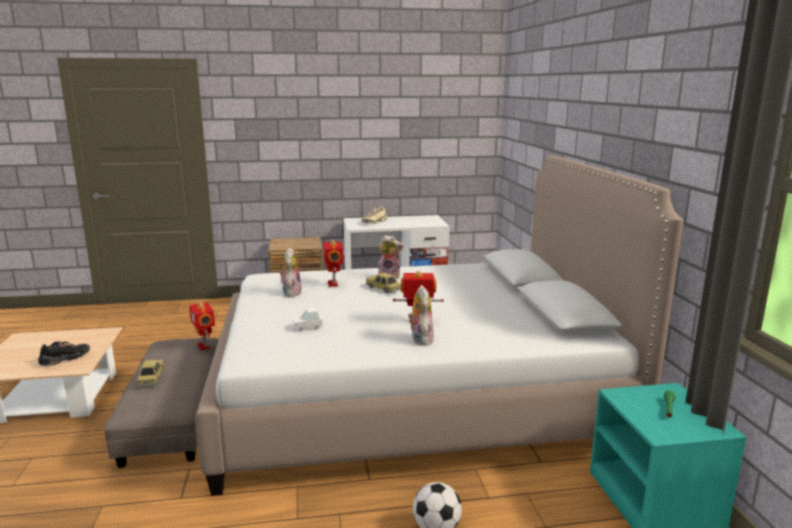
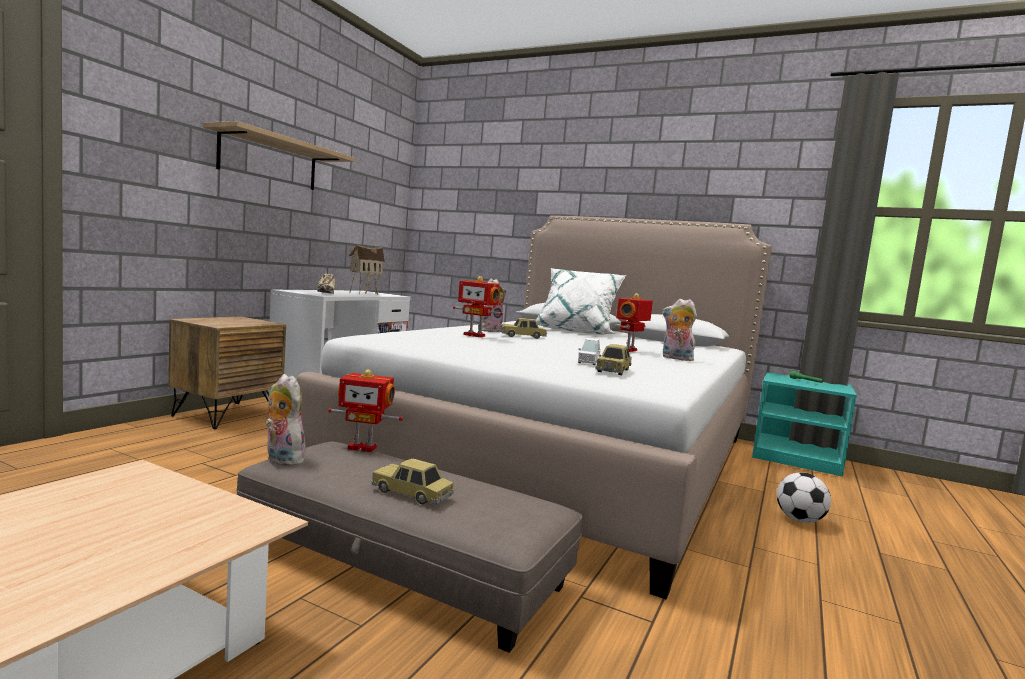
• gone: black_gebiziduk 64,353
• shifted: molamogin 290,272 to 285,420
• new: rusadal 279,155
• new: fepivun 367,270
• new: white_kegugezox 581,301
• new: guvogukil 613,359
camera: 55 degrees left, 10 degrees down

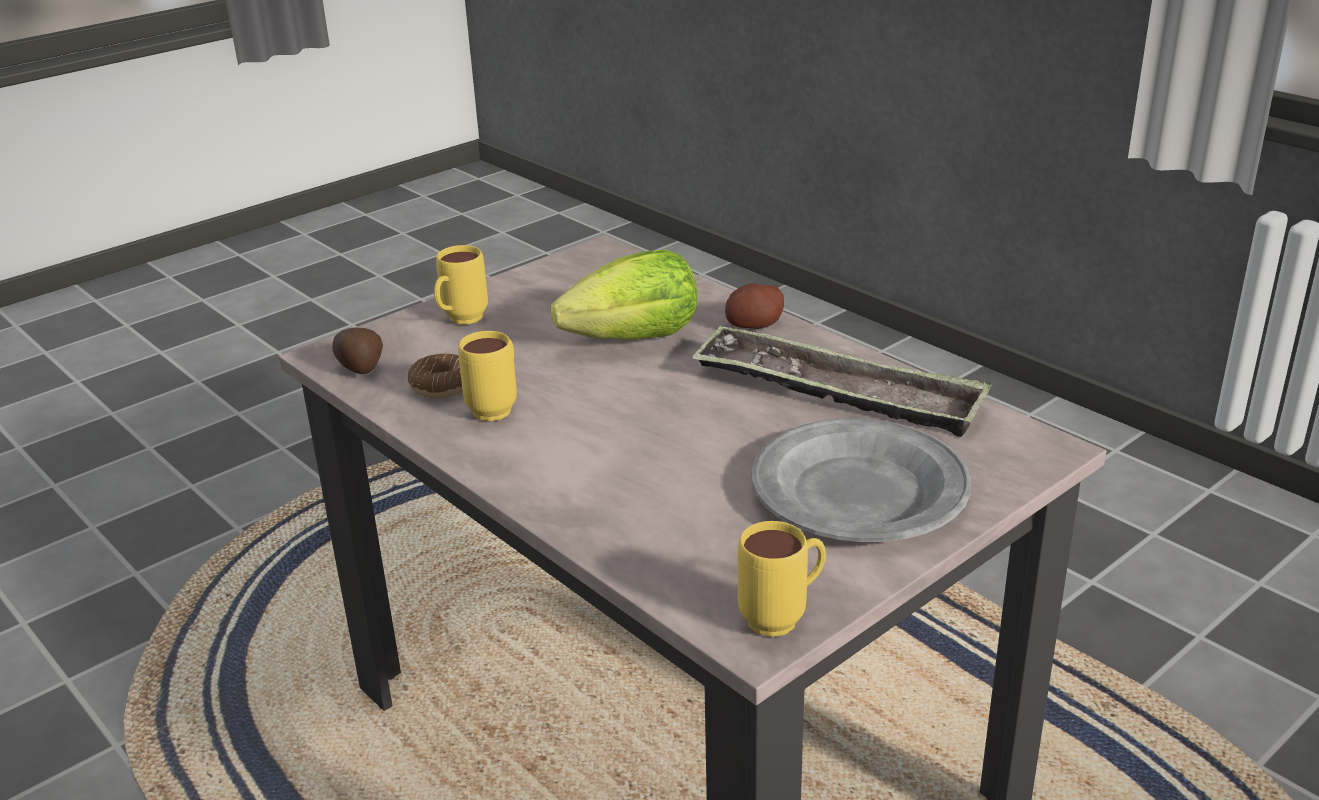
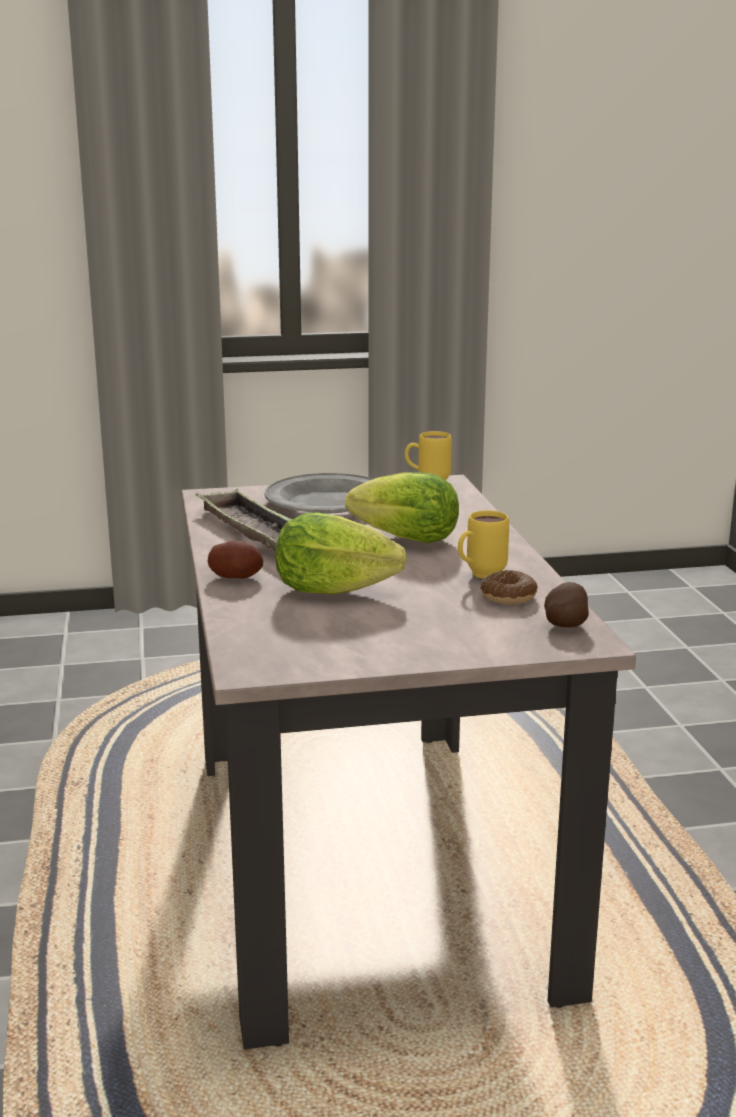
• gone: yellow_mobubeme 461,285
• new: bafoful 402,507
camera: 150 degrees left, 10 degrees down

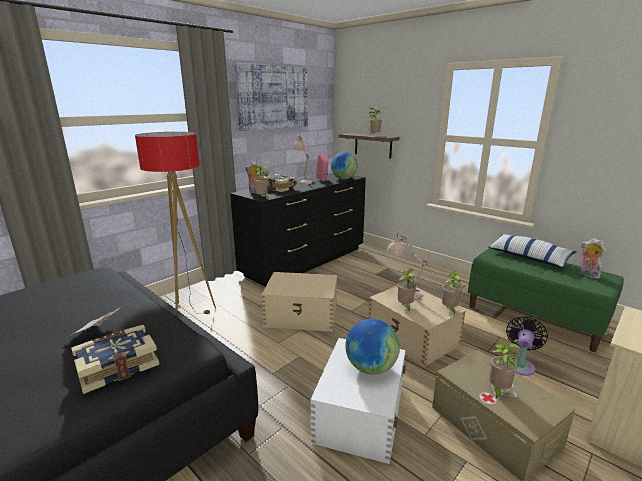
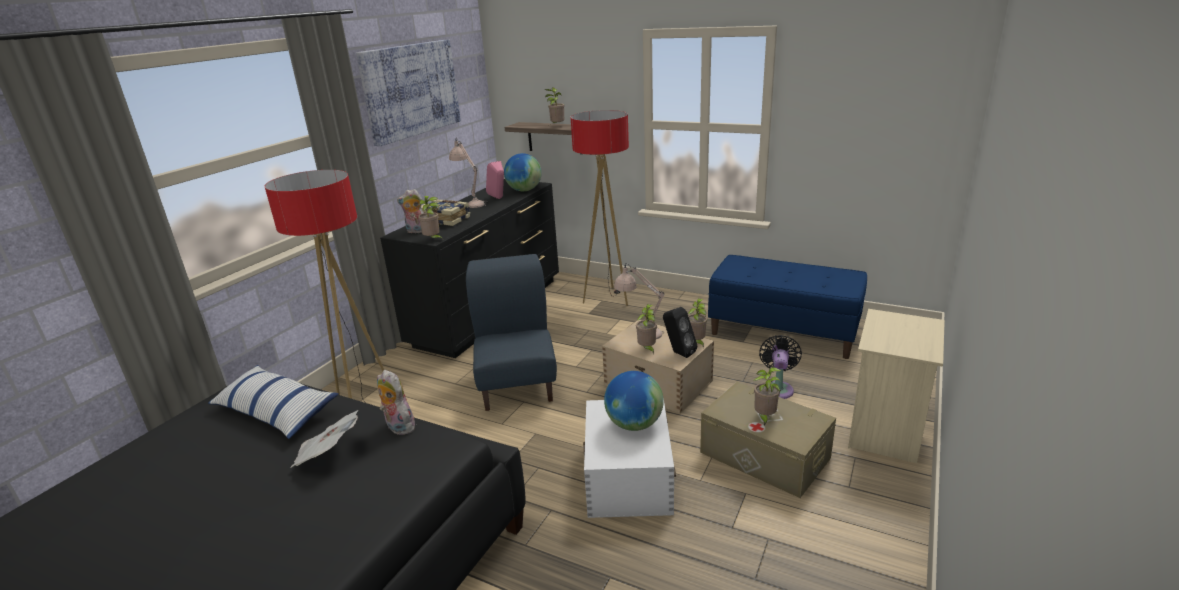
• gone: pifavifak 115,359
• swapped: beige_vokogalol 299,302 to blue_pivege 511,332
• repainted: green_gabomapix 546,300 to blue_gabomapix 787,307
• shifted: kegugezox 532,251 to 273,402
• shifted: molamogin 591,258 to 397,402
• new: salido 600,208
• new: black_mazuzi 680,332
camera: 15 degrees left, 5 degrees up

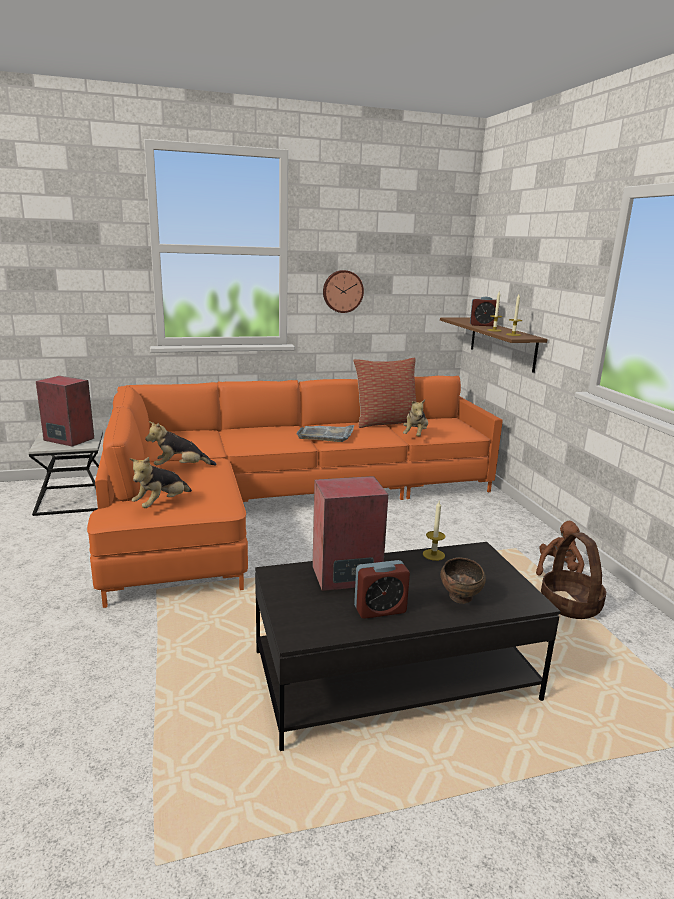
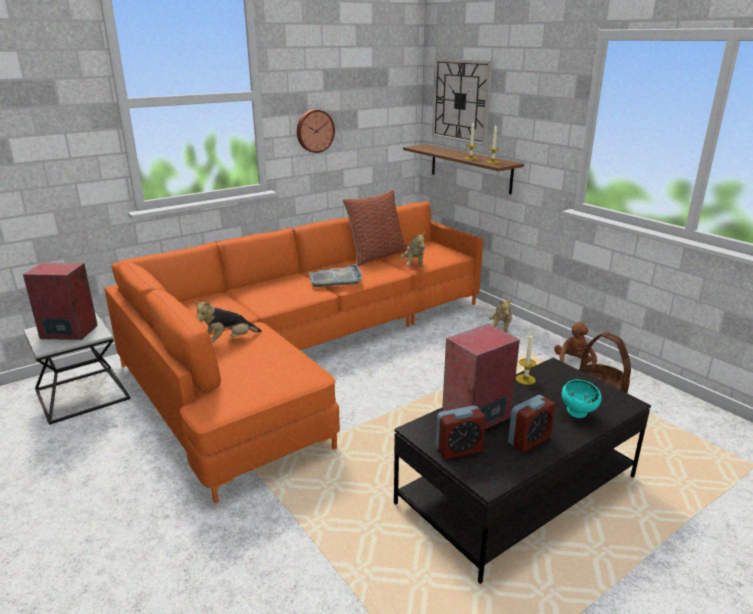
• shifted: molamogin 161,482 to 500,315
• repainted: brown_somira 463,581 to turquoise_somira 582,398
• shifted: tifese 485,311 to 461,432
• new: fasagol 462,102
camera: 20 degrees left, 5 degrees up

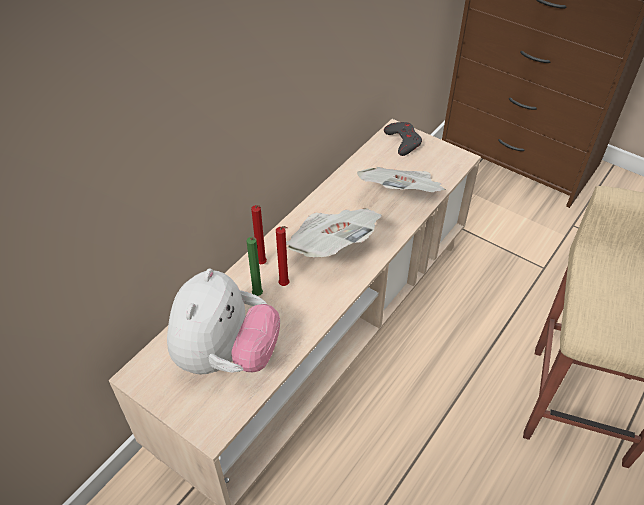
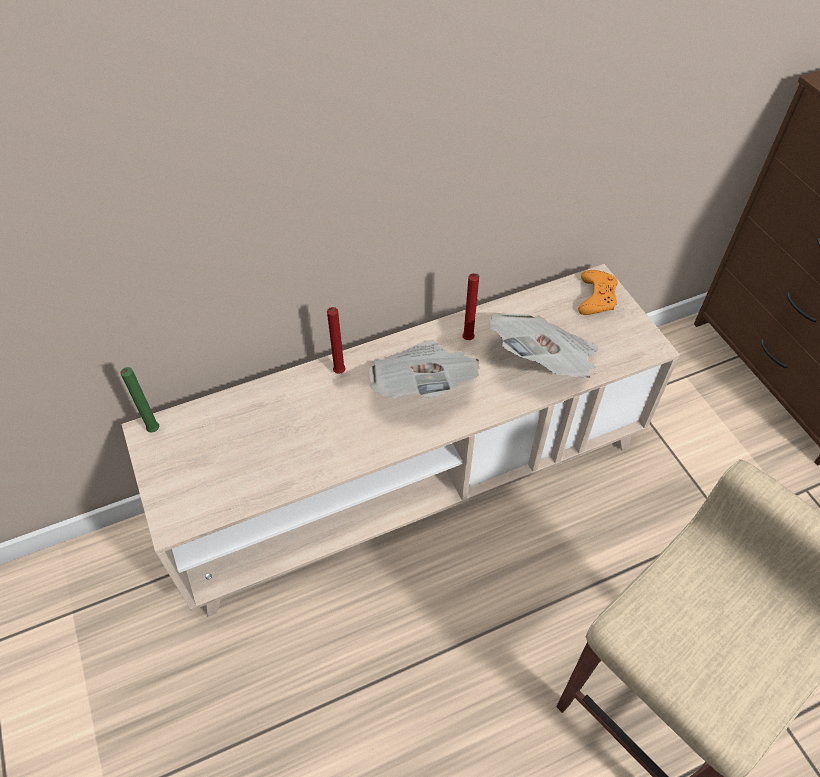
• gone: molamogin 223,321
• shifted: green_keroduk 254,266 to 140,400
• shifted: red_keroduk 282,256 to 471,307
• repainted: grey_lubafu 403,139 to orange_lubafu 598,292
camera: 30 degrees right, 5 degrees up

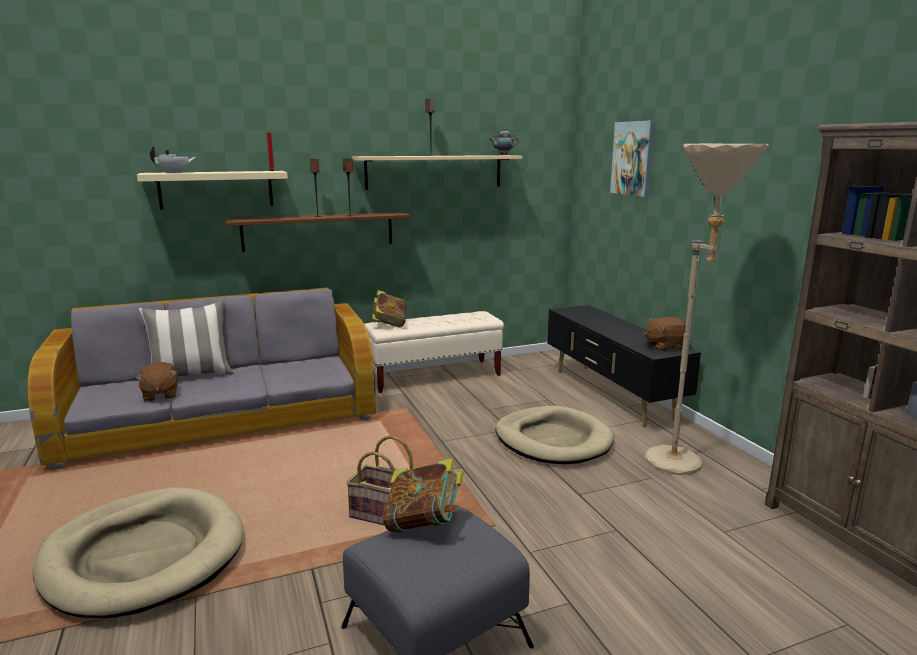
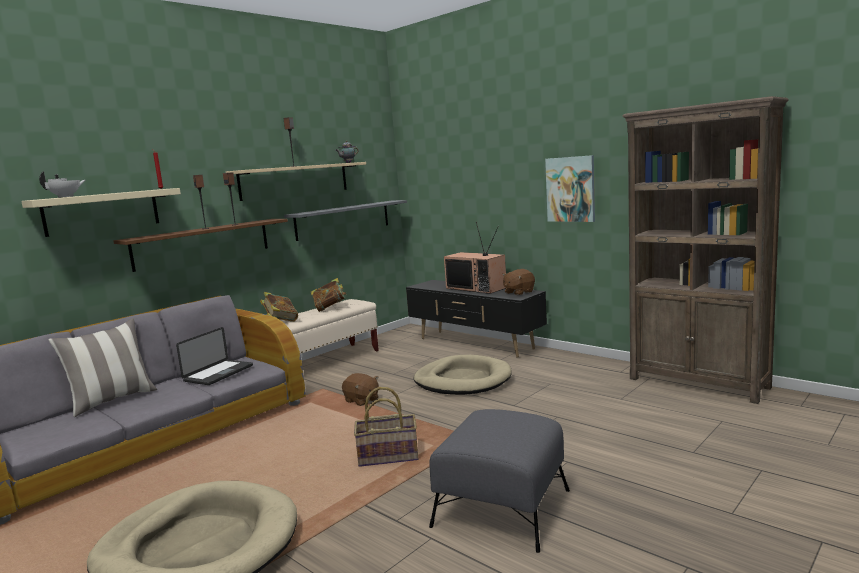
• shifted: brown_molamogin 156,382 to 360,389
• shifted: pifavifak 423,495 to 329,295
• shifted: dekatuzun 632,158 to 570,188
• gone: beige_salido 707,309
• new: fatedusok 214,356
• new: grey_rusadal 345,220
• new: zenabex 475,258
camera: 25 degrees left, 5 degrees down

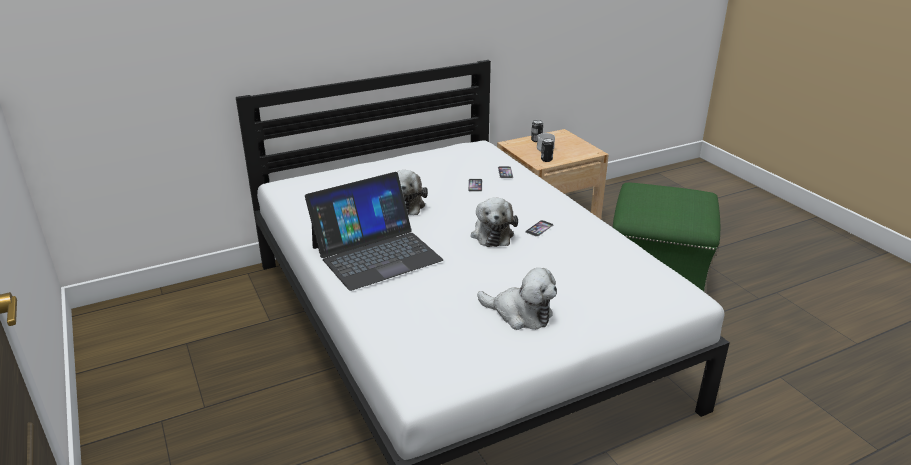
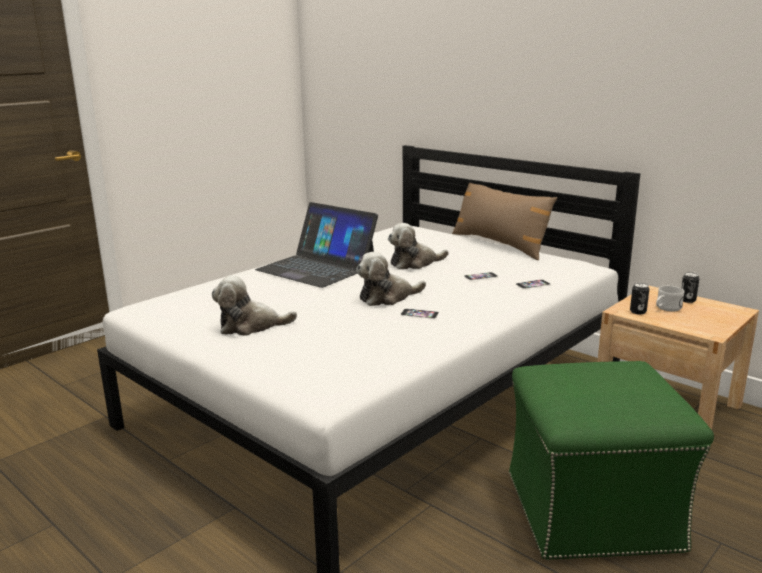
• rotated: molamogin 517,299 = 254,305 75 degrees clockwise
• new: brown_kegugezox 504,221
camera: 70 degrees right, 10 degrees down

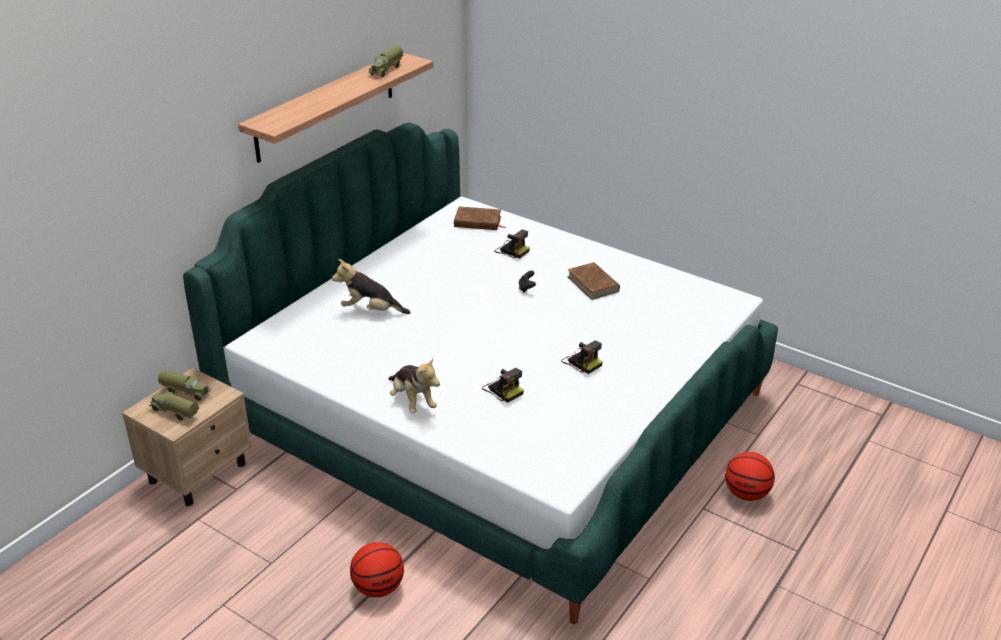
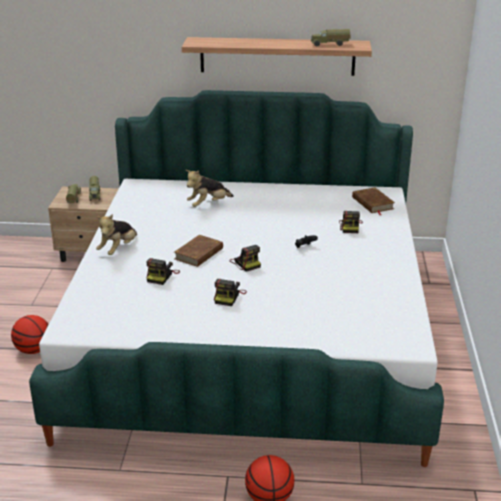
• rotated: molamogin 371,286 = 210,188 105 degrees counterclockwise
• shifted: brown_pifavifak 593,281 to 198,251
• new: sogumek 245,258
camera: 60 degrees right, 5 degrees down

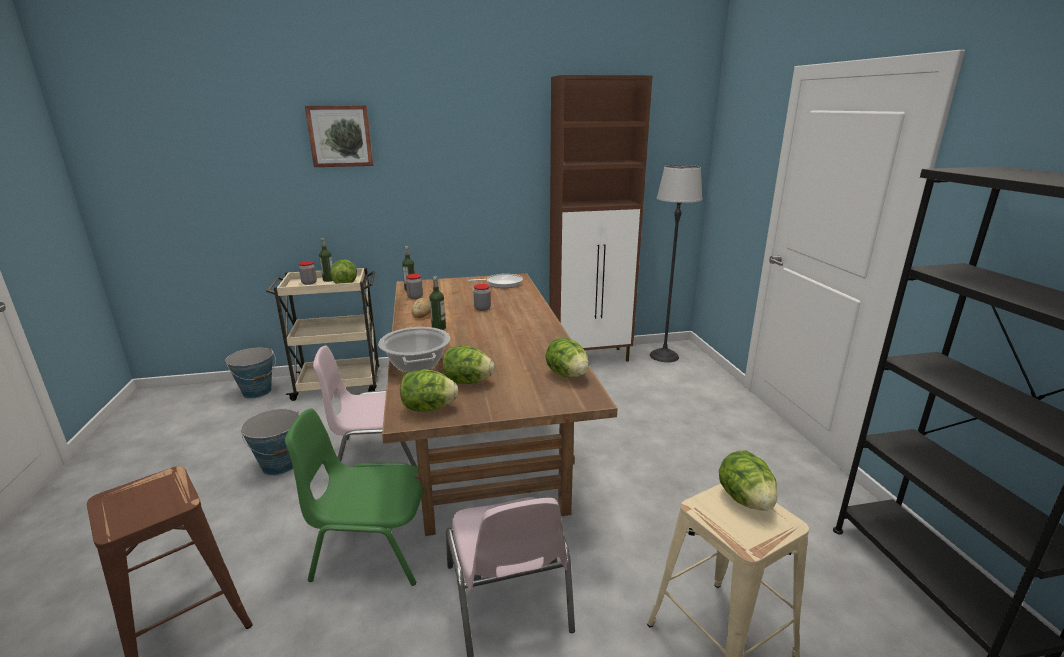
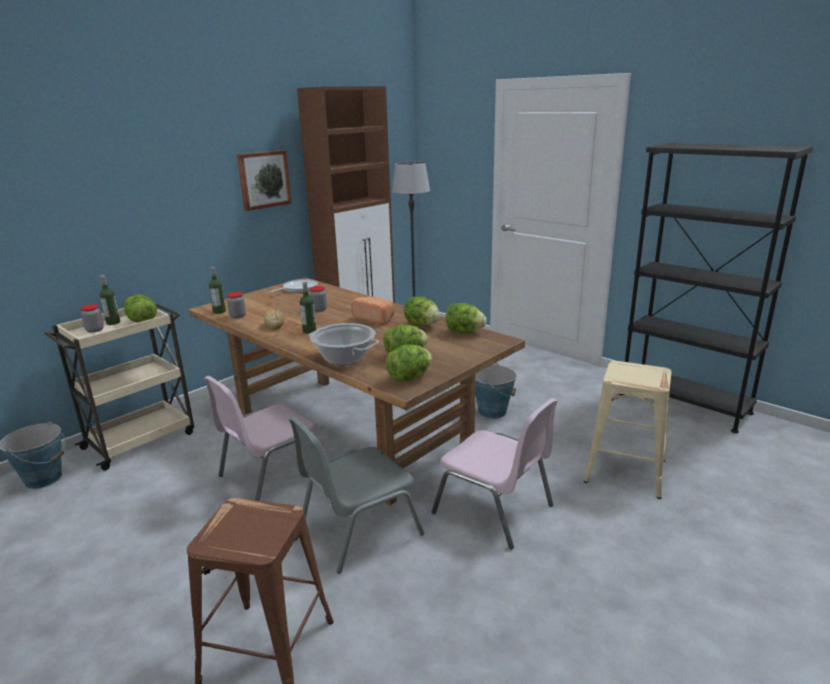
• shifted: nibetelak 270,442 to 495,391
• repainted: green_pivege 354,497 to grey_pivege 356,495
• shifted: dekatuzun 339,136 to 264,180
• shifted: bafoful 748,480 to 422,311
• new: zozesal 373,310
camera: 35 degrees left, 0 degrees up

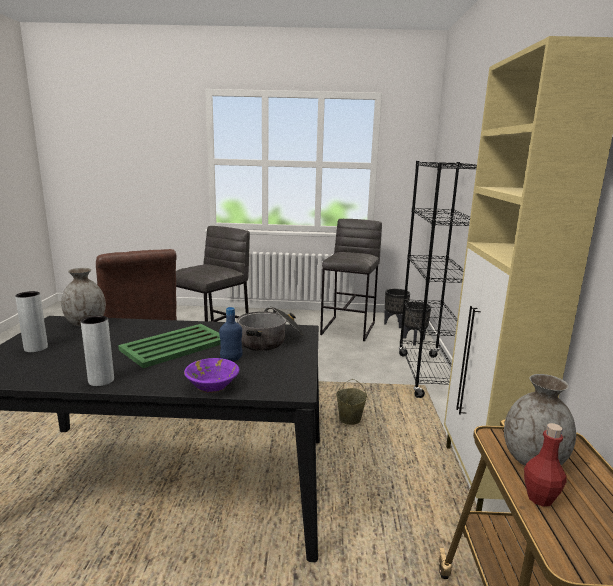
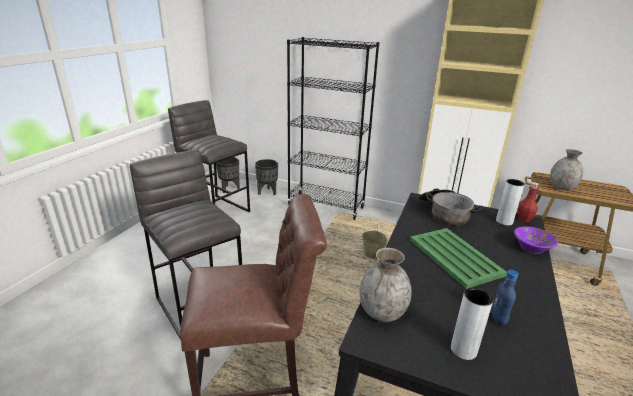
• shifted: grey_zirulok 97,350 to 510,202
• shifted: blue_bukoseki 231,334 to 505,297
• shifted: red_bukoseki 545,465 to 528,202
camera: 70 degrees left, 10 degrees up

